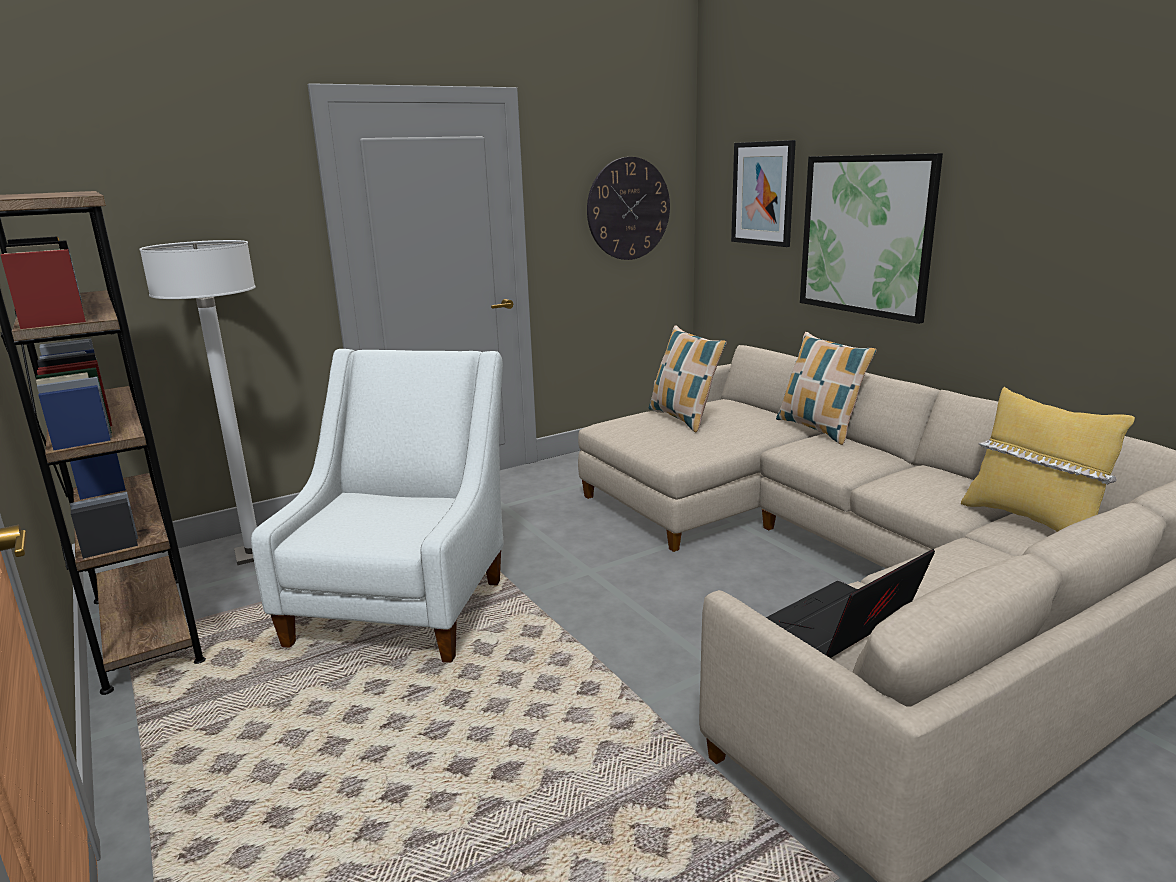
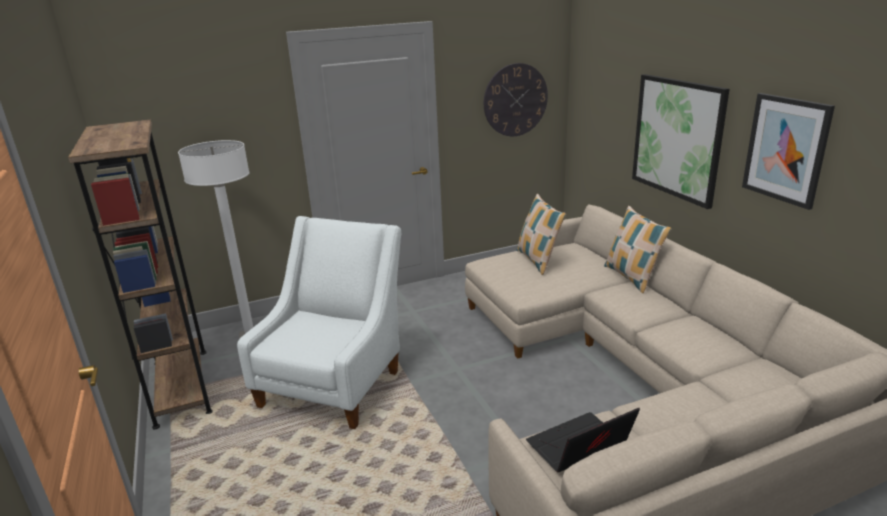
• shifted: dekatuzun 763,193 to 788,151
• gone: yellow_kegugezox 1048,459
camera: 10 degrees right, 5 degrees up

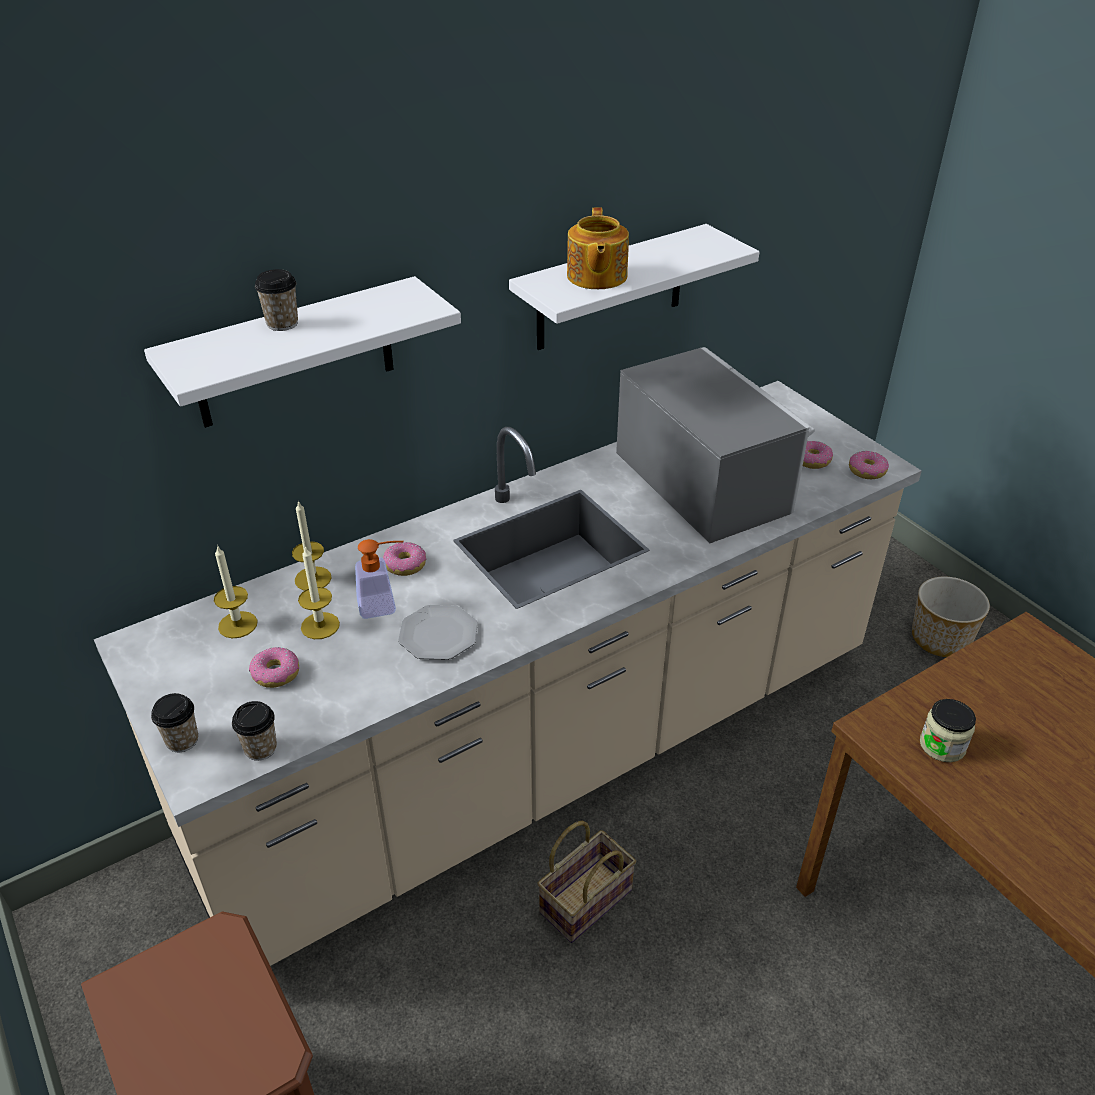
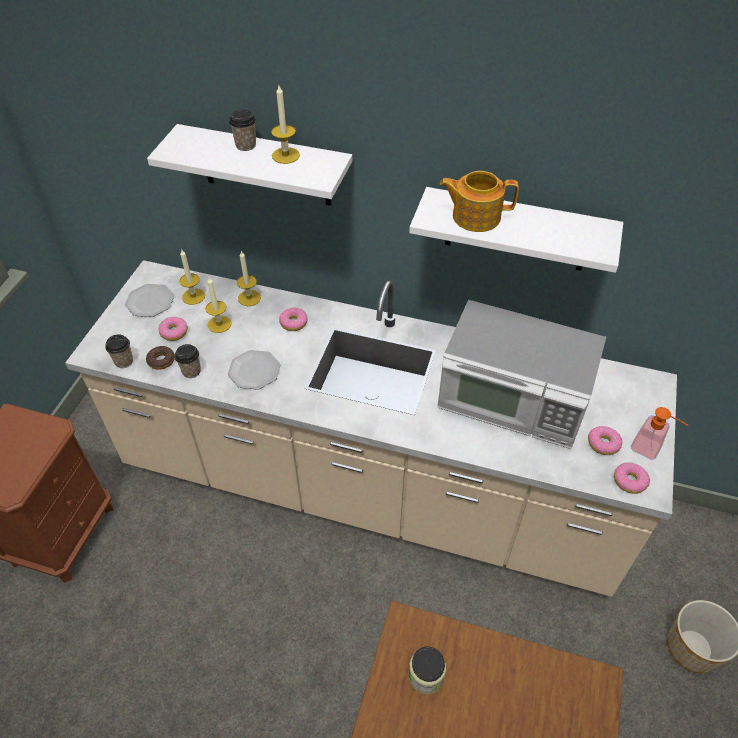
• shifted: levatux 174,722 to 188,361
• shifted: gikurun 379,579 to 660,433
• gone: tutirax 586,882
• rotated: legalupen 598,248 = 479,201 45 degrees clockwise
• rotated: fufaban 715,445 = 521,374 90 degrees clockwise
• new: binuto 149,300
• new: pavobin 160,358
• new: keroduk 285,125
camera: 50 degrees right, 10 degrees up

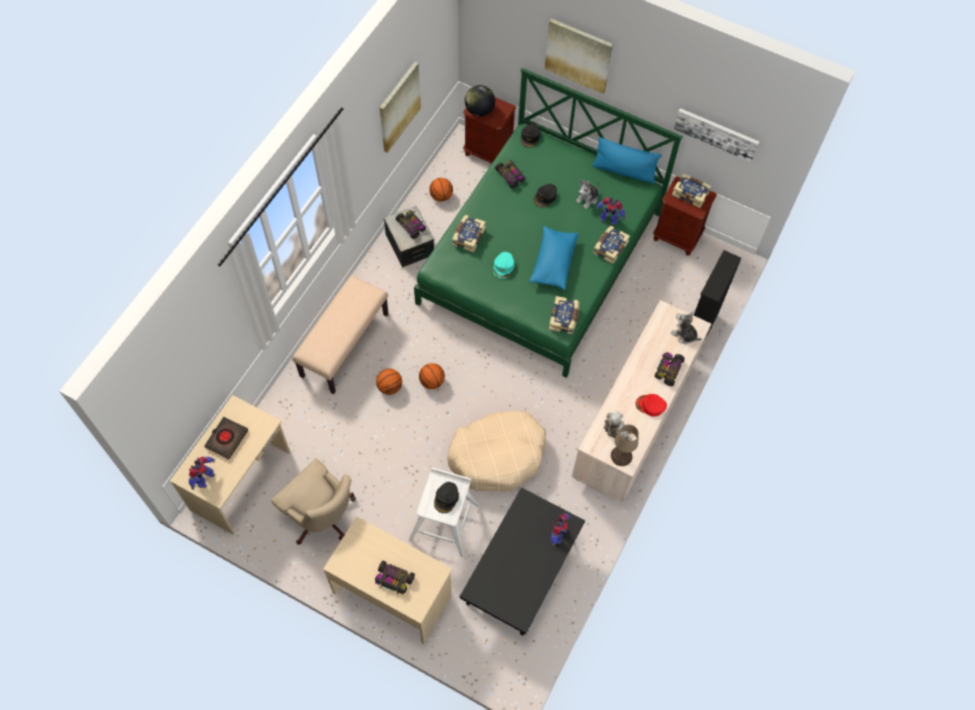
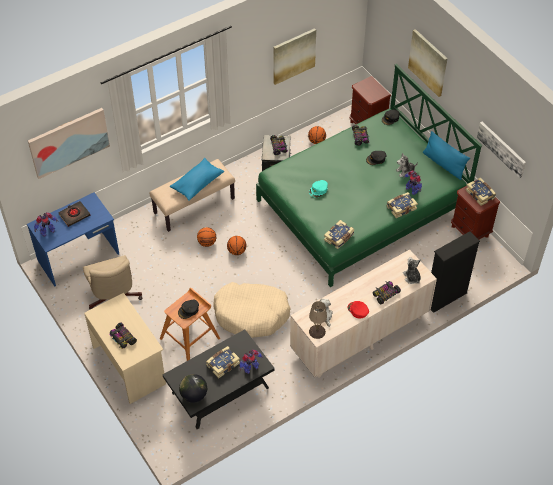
• repainted: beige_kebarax 230,465 to blue_kebarax 73,239
• repainted: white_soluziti 444,512 to brown_soluziti 190,324
• shifted: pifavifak 469,234 to 223,362
• shifted: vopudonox 480,101 to 193,388
• shifted: blue_kegugezox 554,258 to 197,179
• new: dekatuzun 69,143
camera: 30 degrees right, 10 degrees down

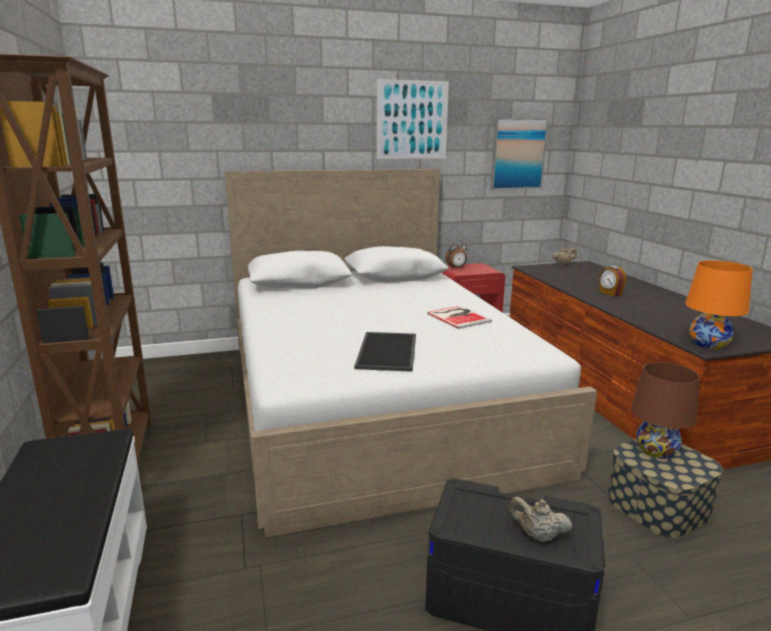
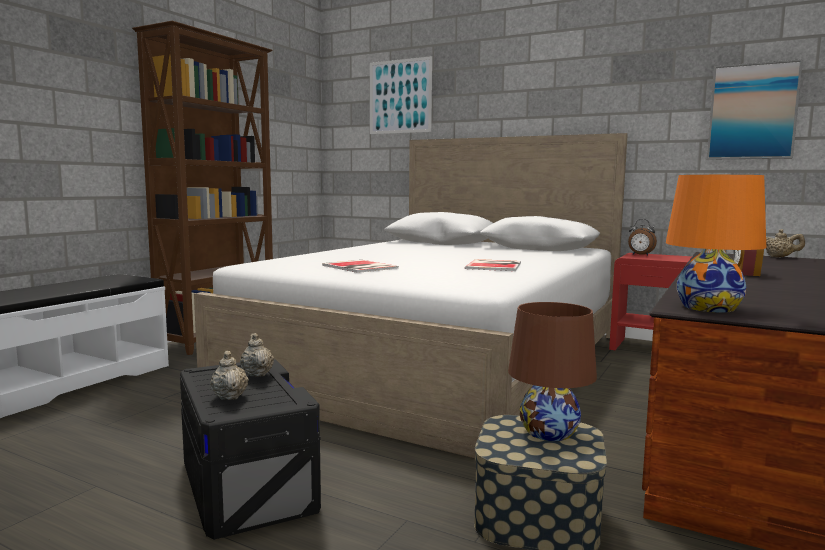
• swapped: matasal 385,352 to pifavifak 360,266
• shifted: dekatuzun 413,119 to 401,95
• new: beige_legalupen 257,355
camera: 45 degrees right, 10 degrees down

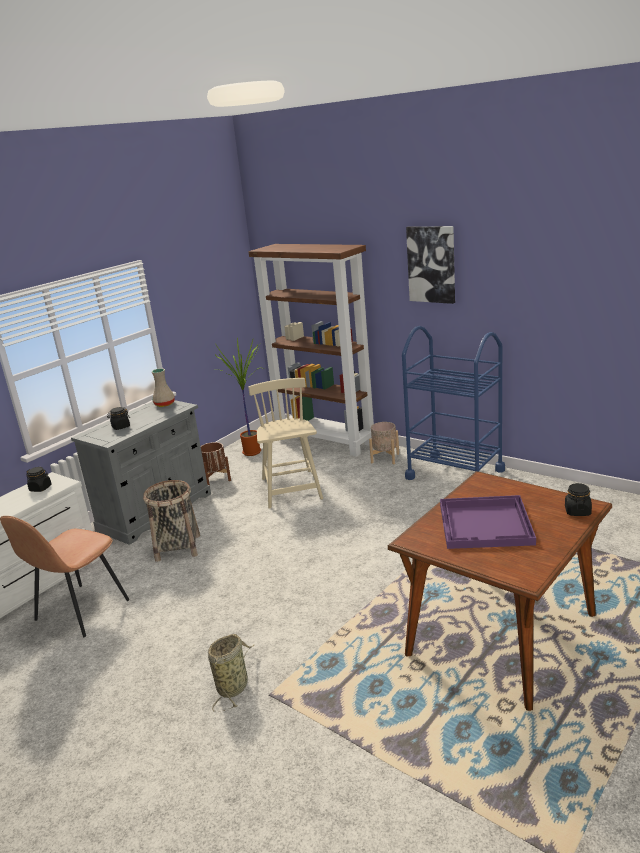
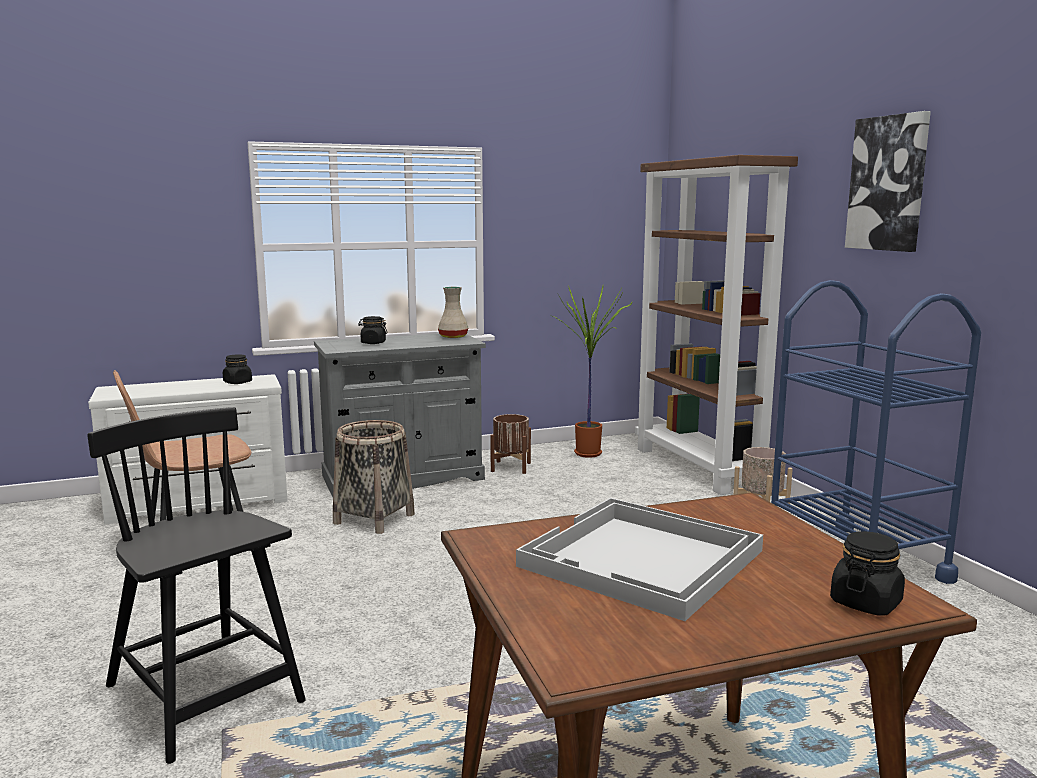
• swapped: tutirax 231,673 to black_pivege 196,585
• gone: beige_pivege 285,443
• repainted: purple_matasal 488,522 to white_matasal 639,559
camera: 30 degrees right, 10 degrees down

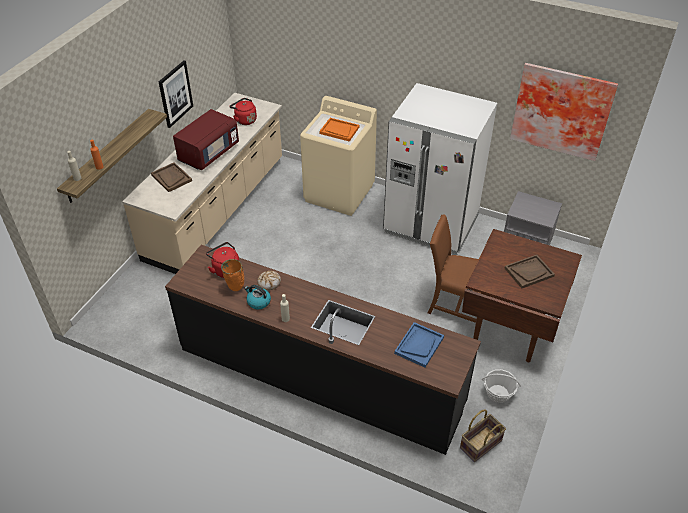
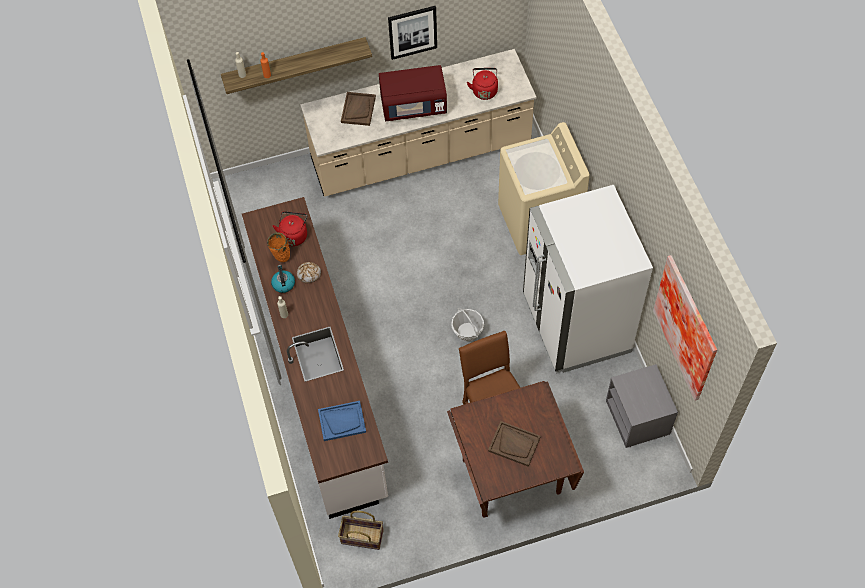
• repainted: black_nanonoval 323,349 to white_nanonoval 315,358
• gone: orange_matasal 339,130
• shifted: tutirax 501,386 to 467,324
camera: 50 degrees right, 15 degrees up

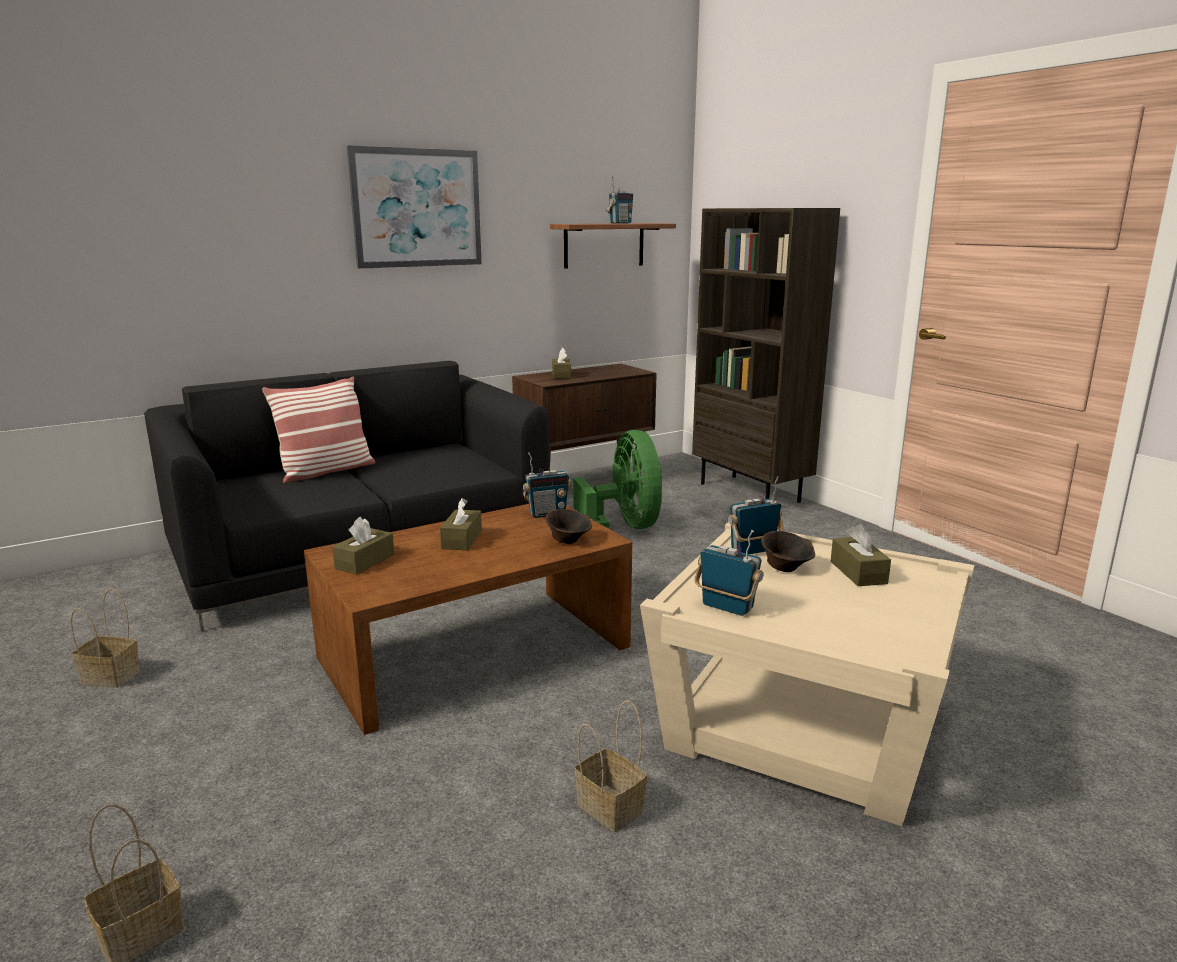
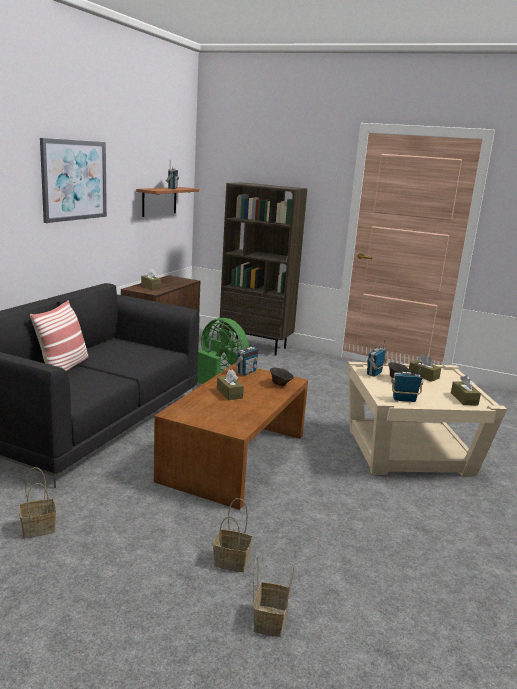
• shifted: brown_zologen 363,545 to 466,390
• shifted: tutirax 610,766 to 233,535
camera: 35 degrees left, 0 degrees up

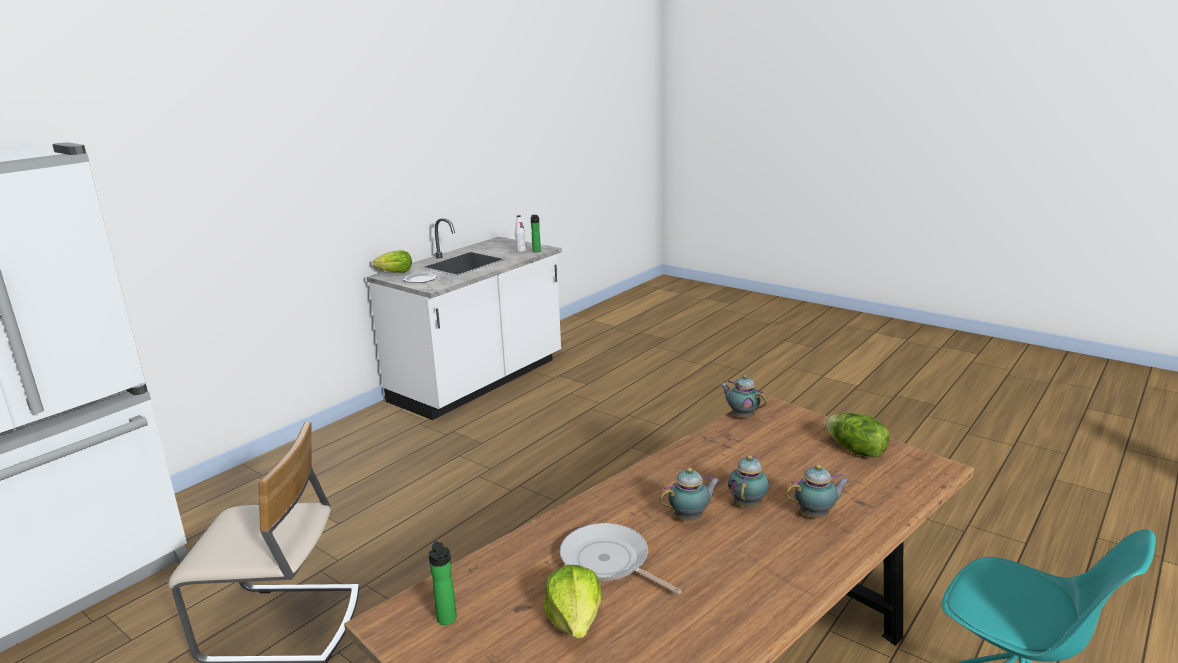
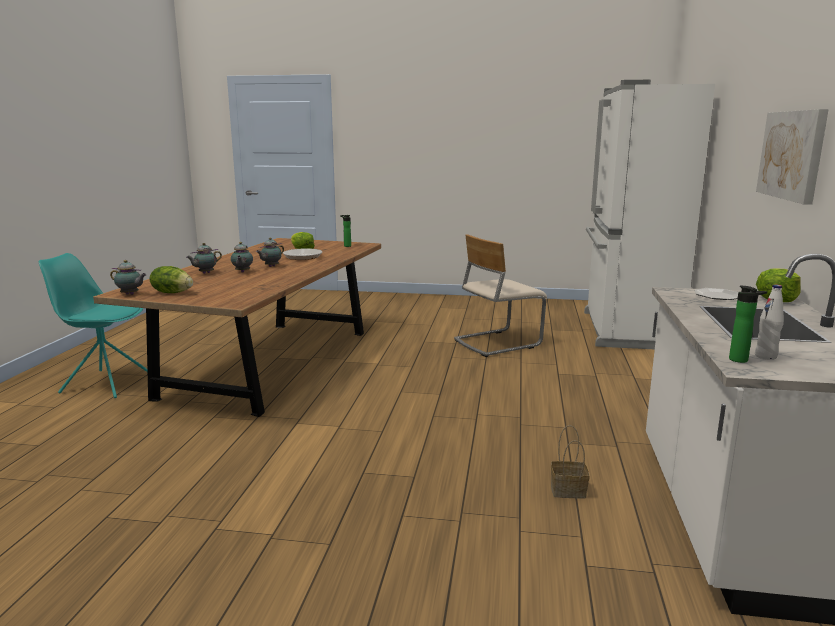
• shifted: legalupen 743,396 to 128,277
• new: tutirax 570,461
• new: dekatuzun 792,157
camera: 150 degrees right, 5 degrees down

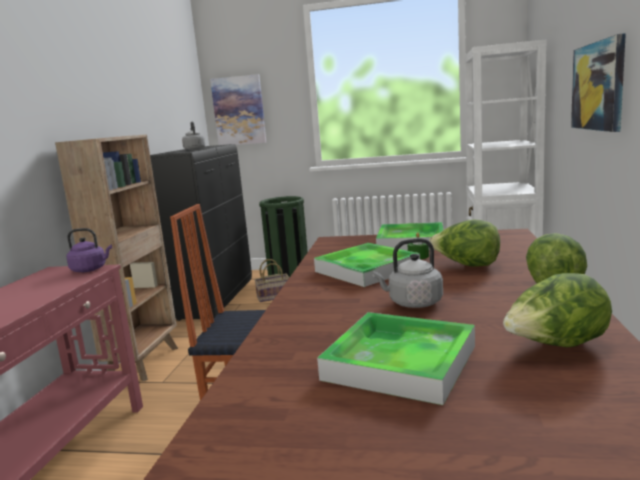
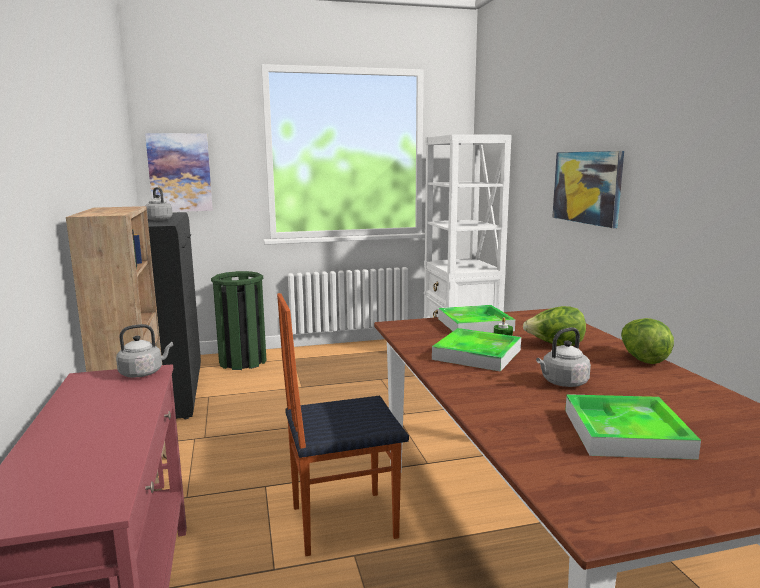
• repainted: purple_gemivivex 89,250 to grey_gemivivex 144,351
• gone: tutirax 272,280
• gone: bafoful 557,310
camera: 25 degrees left, 0 degrees up

